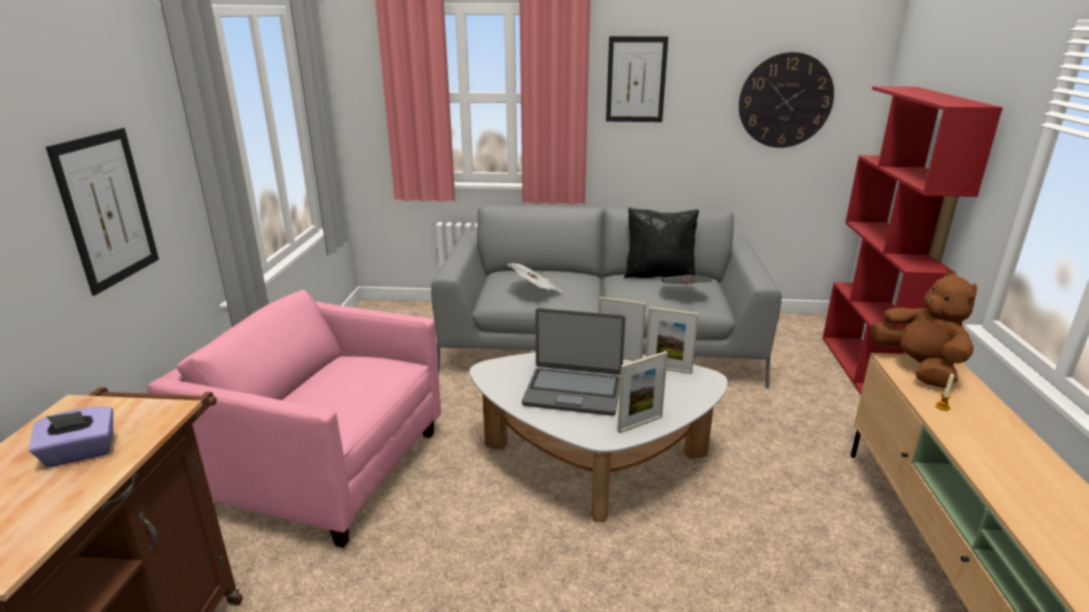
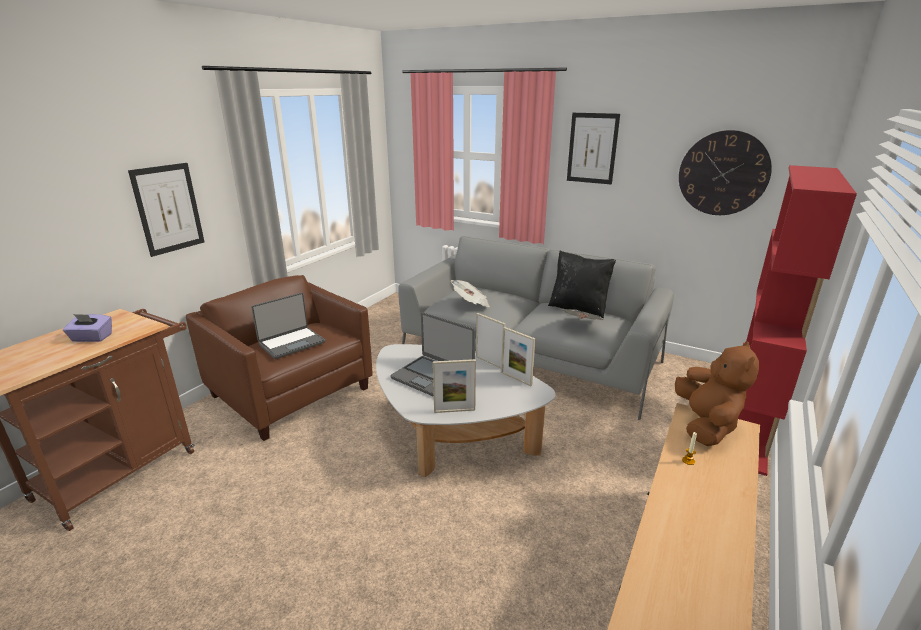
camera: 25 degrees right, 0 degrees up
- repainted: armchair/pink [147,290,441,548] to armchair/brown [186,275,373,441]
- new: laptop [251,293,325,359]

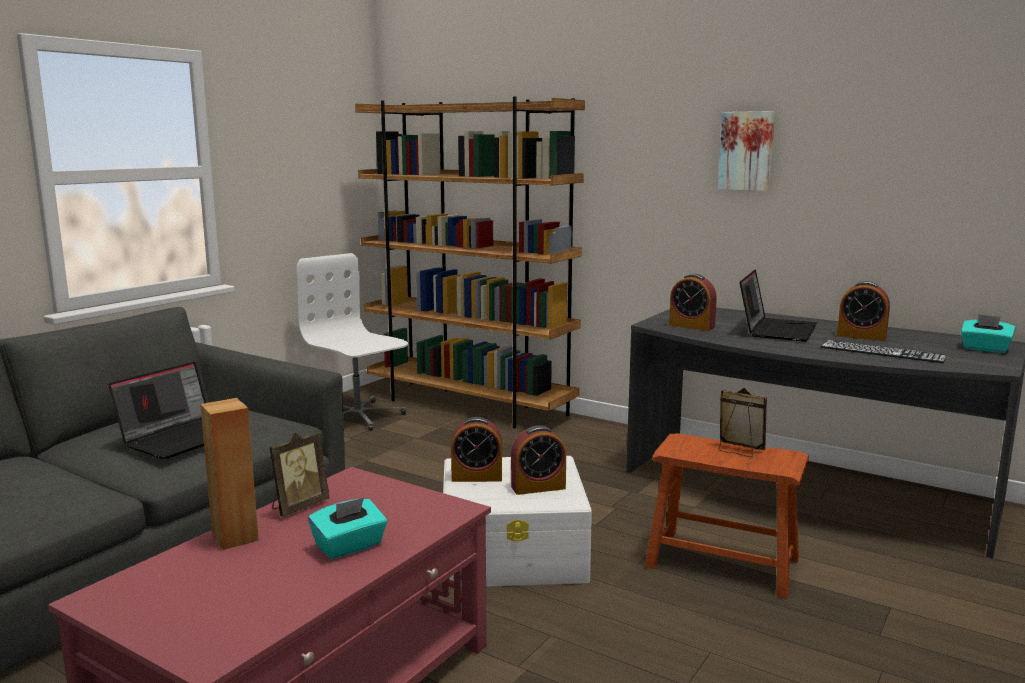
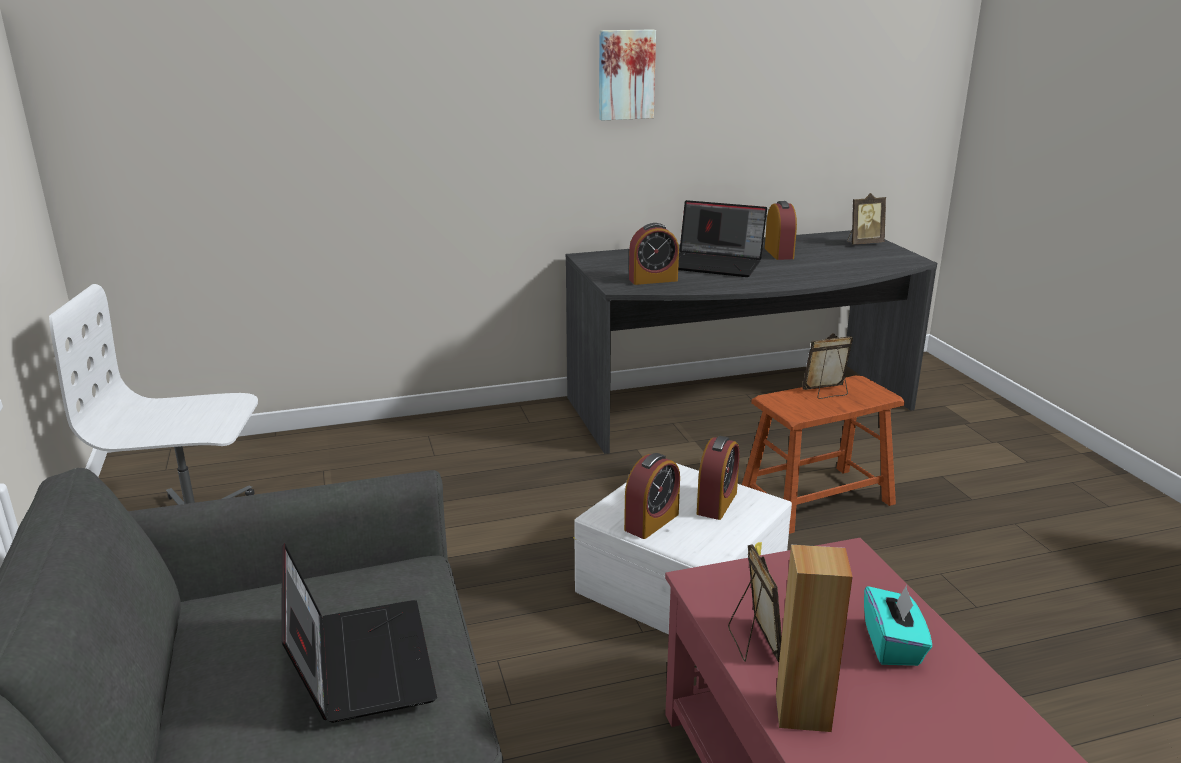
camera: 50 degrees left, 10 degrees up
- rotated: laptop [739,269,817,342] = [678,200,767,277] 135 degrees clockwise
- rotated: alarm clock [837,281,890,341] = [765,201,797,260] 75 degrees counterclockwise
- swapped: tissue box/turquoise [961,314,1016,353] to picture frame [847,193,886,245]
- gone: bookcase/brown [355,96,585,429]
- gone: keyboard [821,340,947,363]

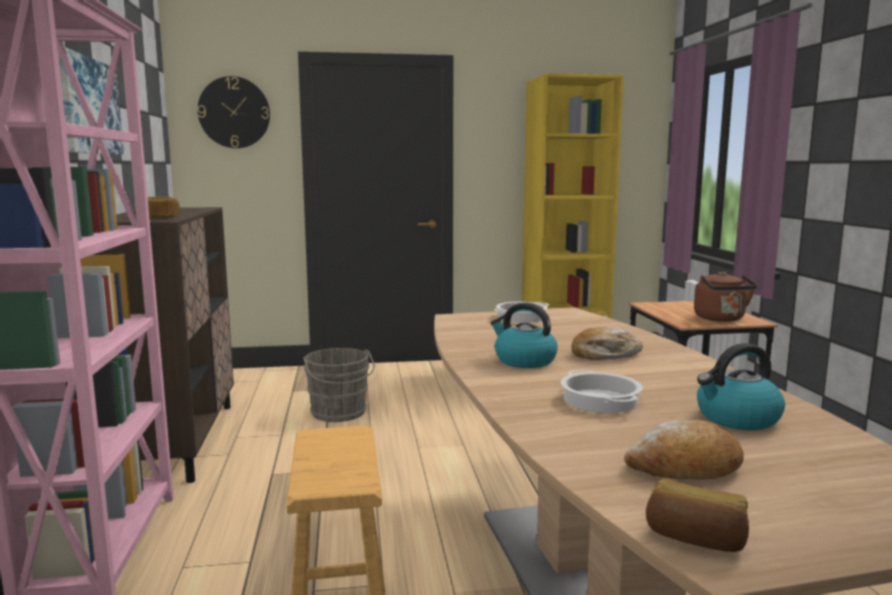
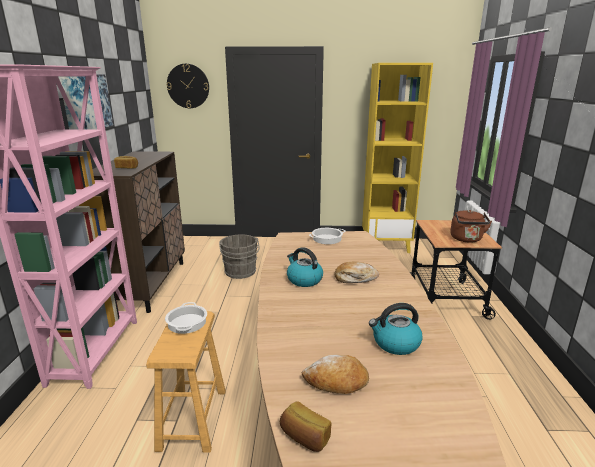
camera: 10 degrees right, 10 degrees up
- shifted: cooking pot [561,369,643,413] to [165,302,207,334]

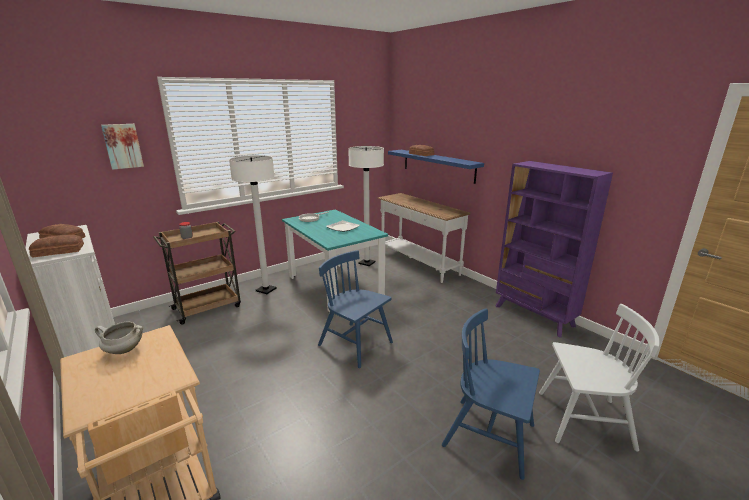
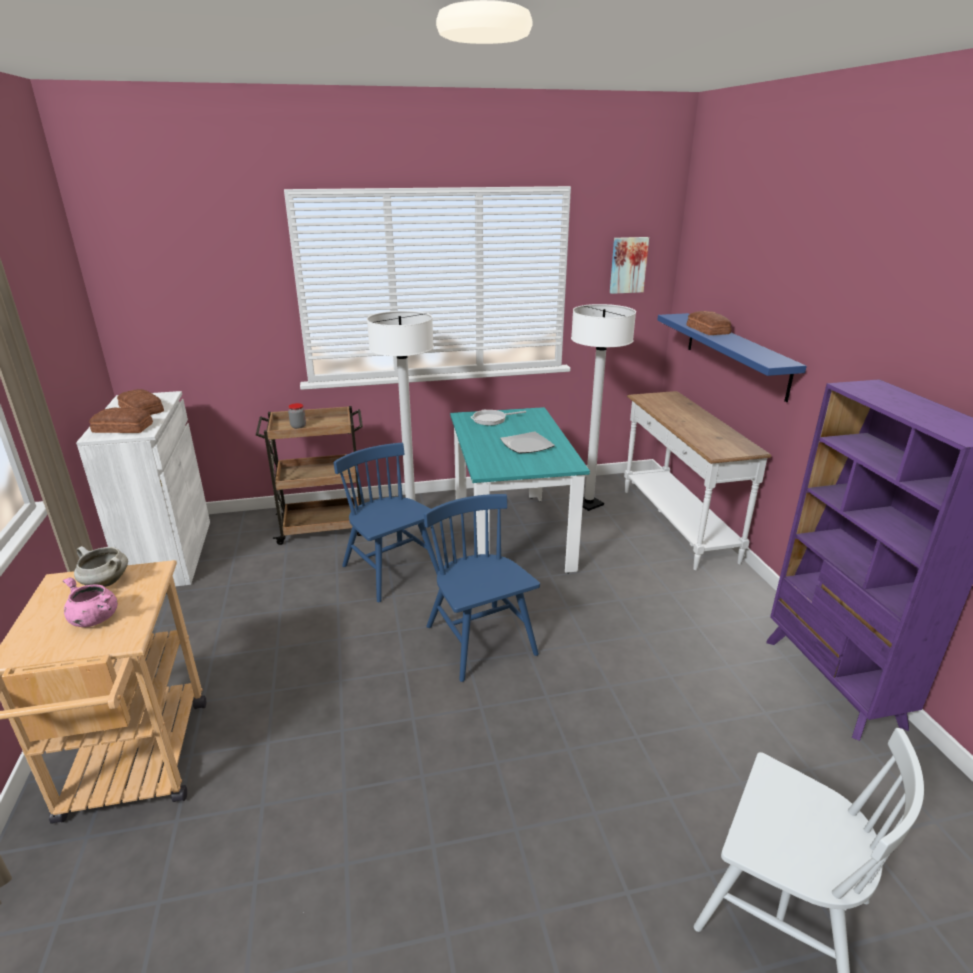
camera: 25 degrees right, 5 degrees up
- new: cooking pot/pink [63,577,118,627]
- shifted: chair/blue [442,308,540,480] to [334,443,439,602]
- shifted: picture [101,124,144,170] to [610,237,649,294]

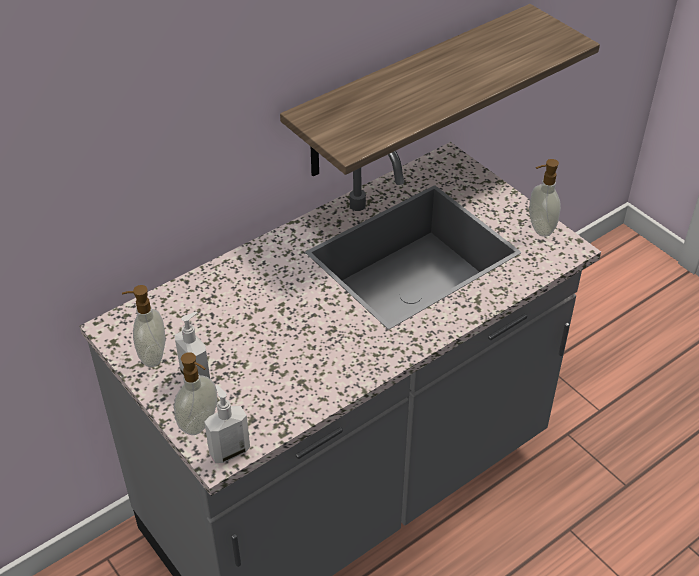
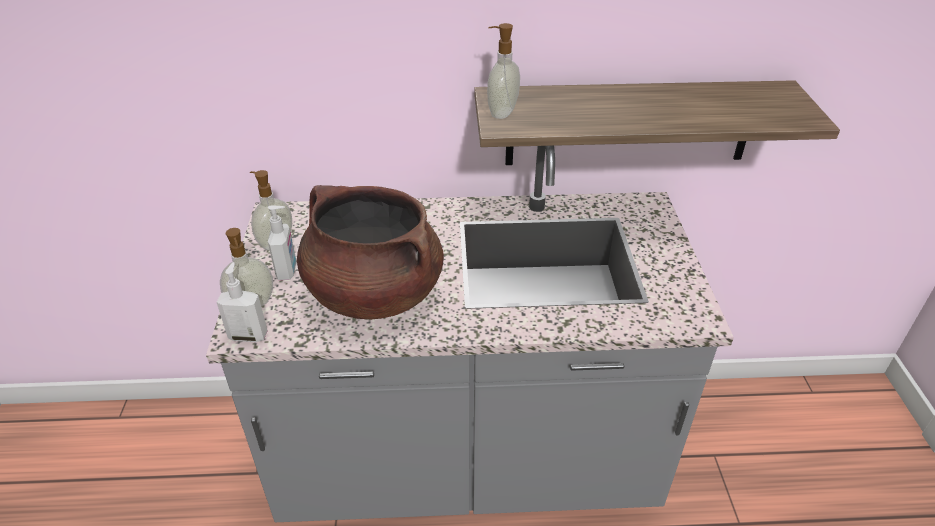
camera: 35 degrees right, 5 degrees down
- new: cooking pot/brown [297,185,444,320]
- shifted: soap dispenser [529,159,561,237] to [487,23,520,119]

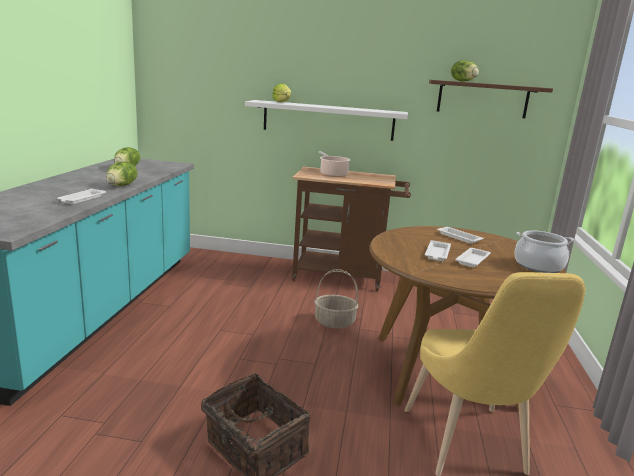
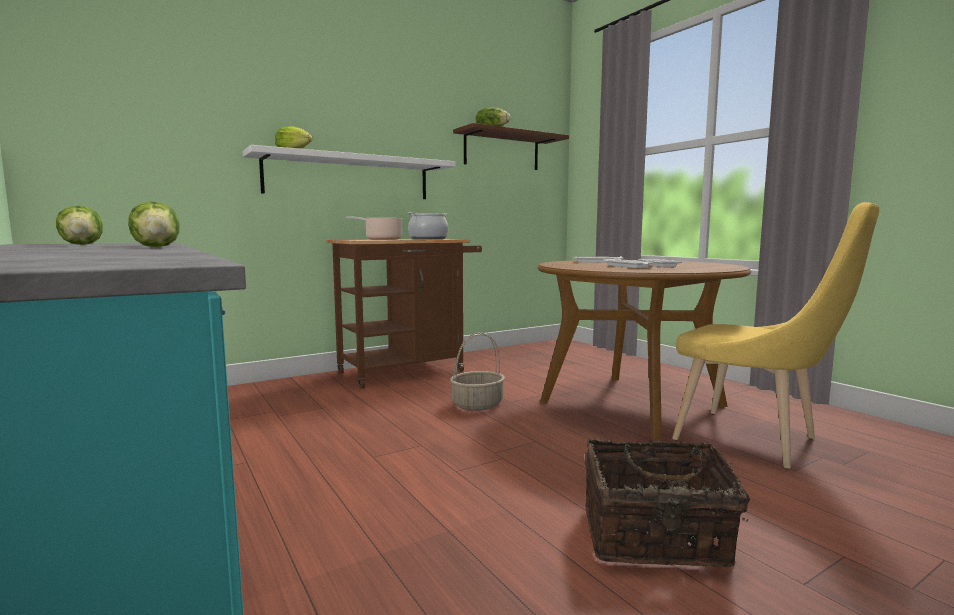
camera: 40 degrees left, 10 degrees down
- shifted: cooking pot [514,231,574,273] to [408,212,448,239]
- gone: tray/white [57,189,106,204]

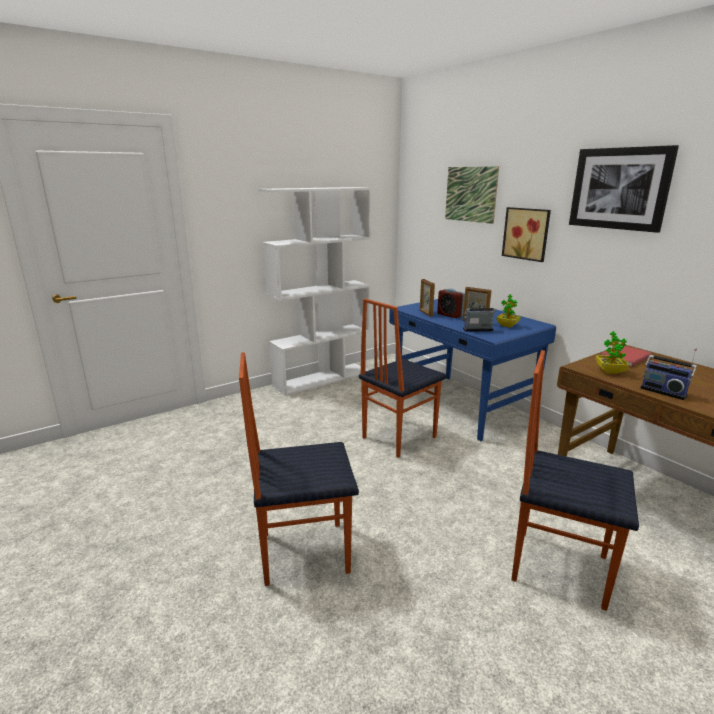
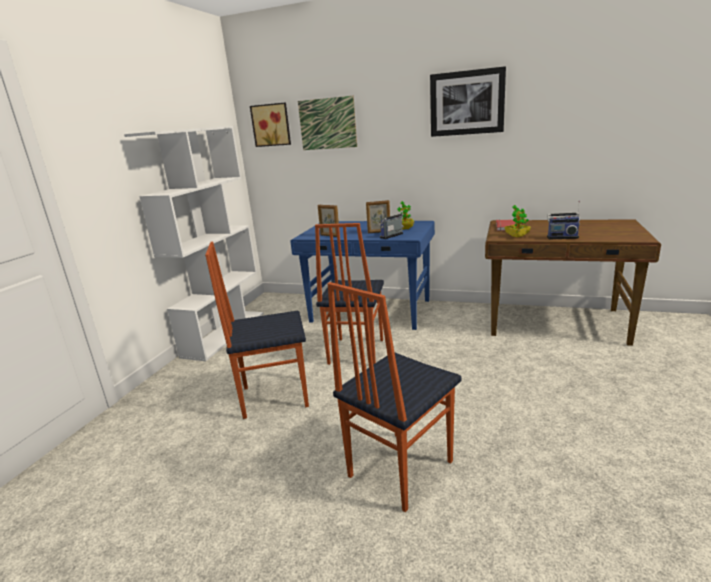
camera: 35 degrees left, 0 degrees up
- shifted: chair [511,350,639,611] to [205,241,309,419]
- shifted: picture [502,207,551,262] to [250,102,291,147]
- gone: alarm clock [437,289,465,318]

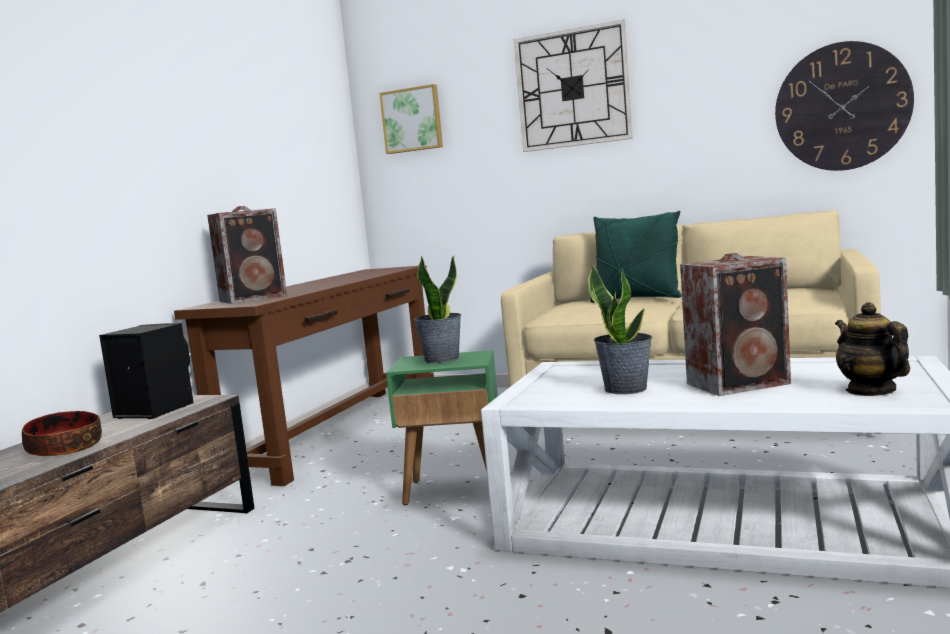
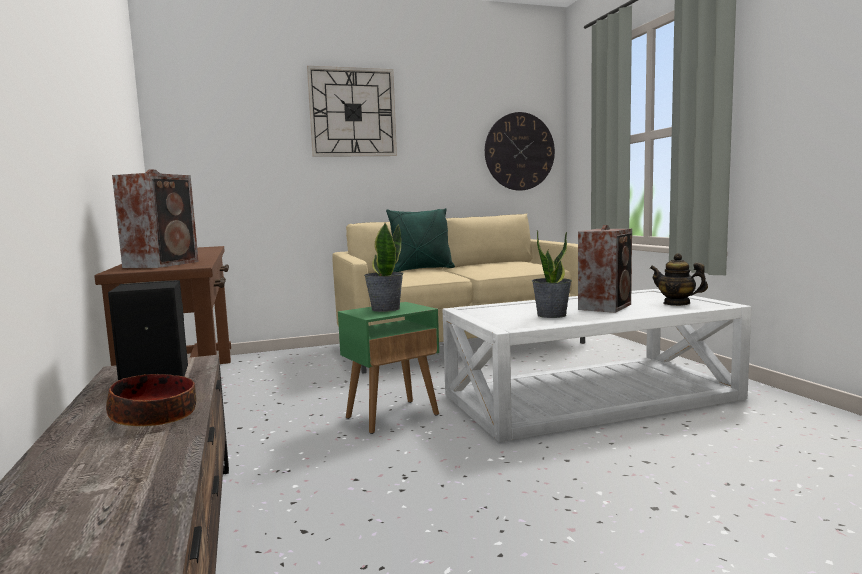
camera: 40 degrees left, 0 degrees up
- gone: picture [379,84,443,154]

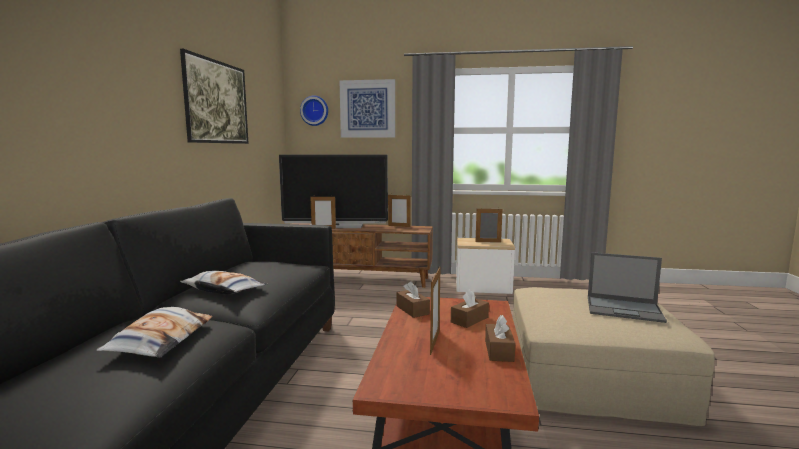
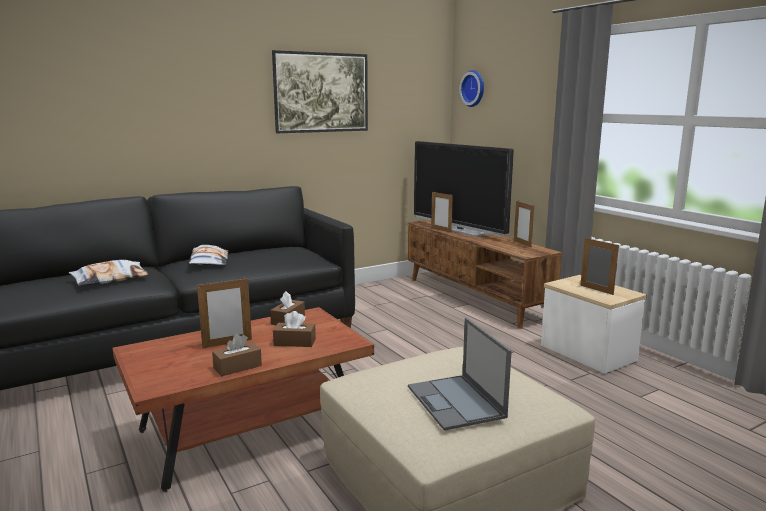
camera: 50 degrees right, 5 degrees up
- gone: picture [339,79,395,138]

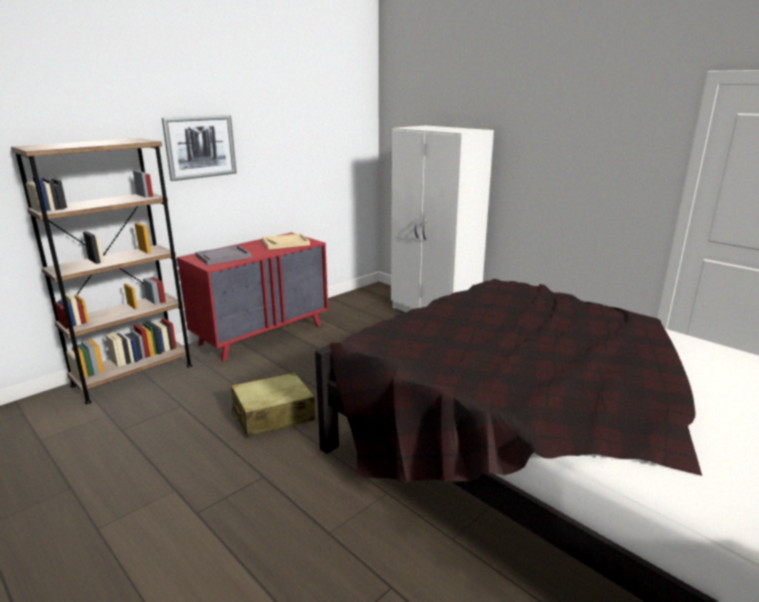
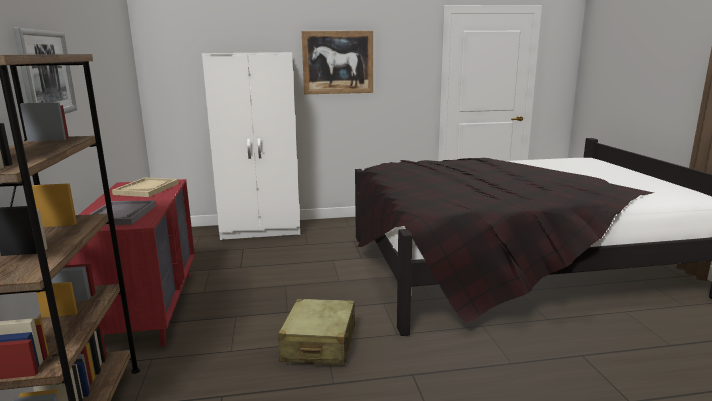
camera: 55 degrees left, 5 degrees down
- new: picture [302,31,373,94]

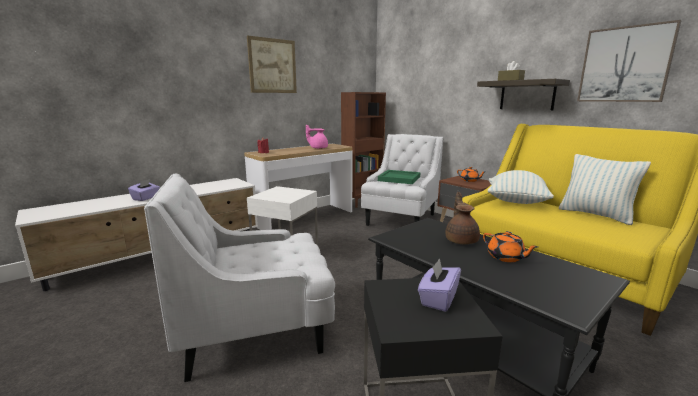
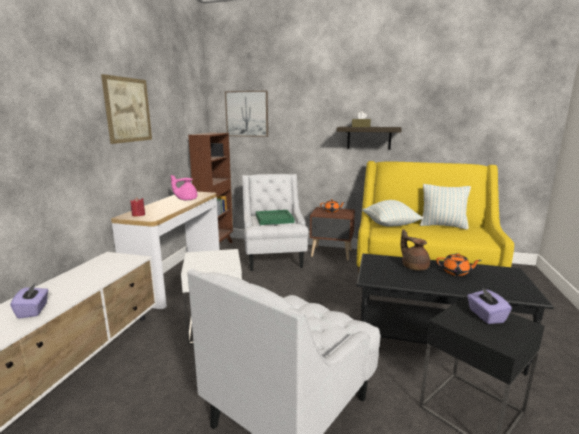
camera: 35 degrees left, 0 degrees up
- shifted: picture [577,20,681,102] to [225,91,268,137]

